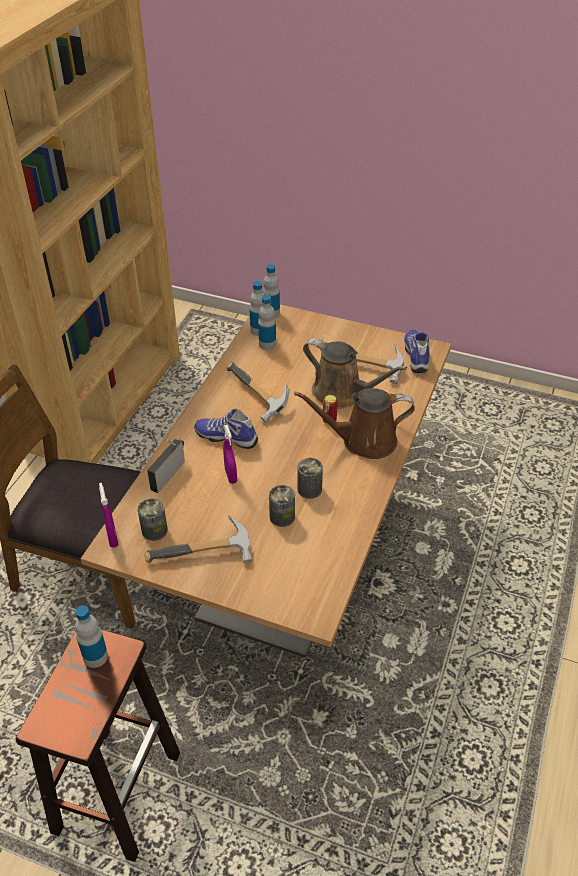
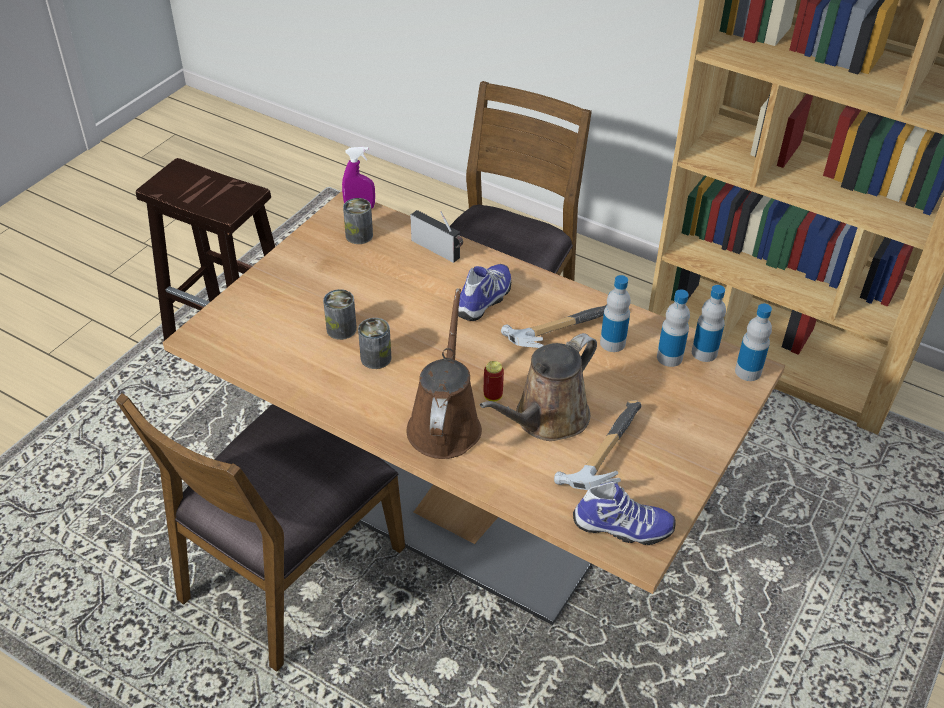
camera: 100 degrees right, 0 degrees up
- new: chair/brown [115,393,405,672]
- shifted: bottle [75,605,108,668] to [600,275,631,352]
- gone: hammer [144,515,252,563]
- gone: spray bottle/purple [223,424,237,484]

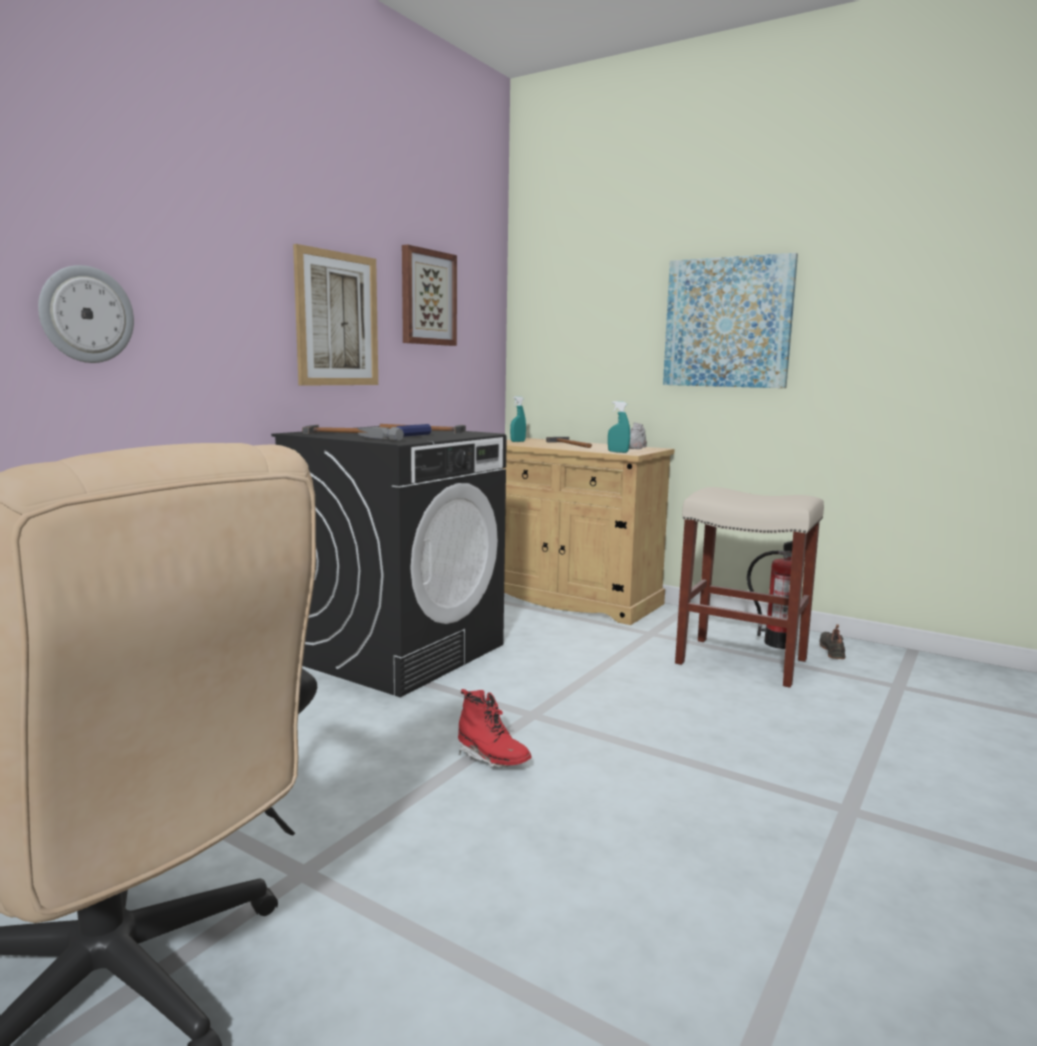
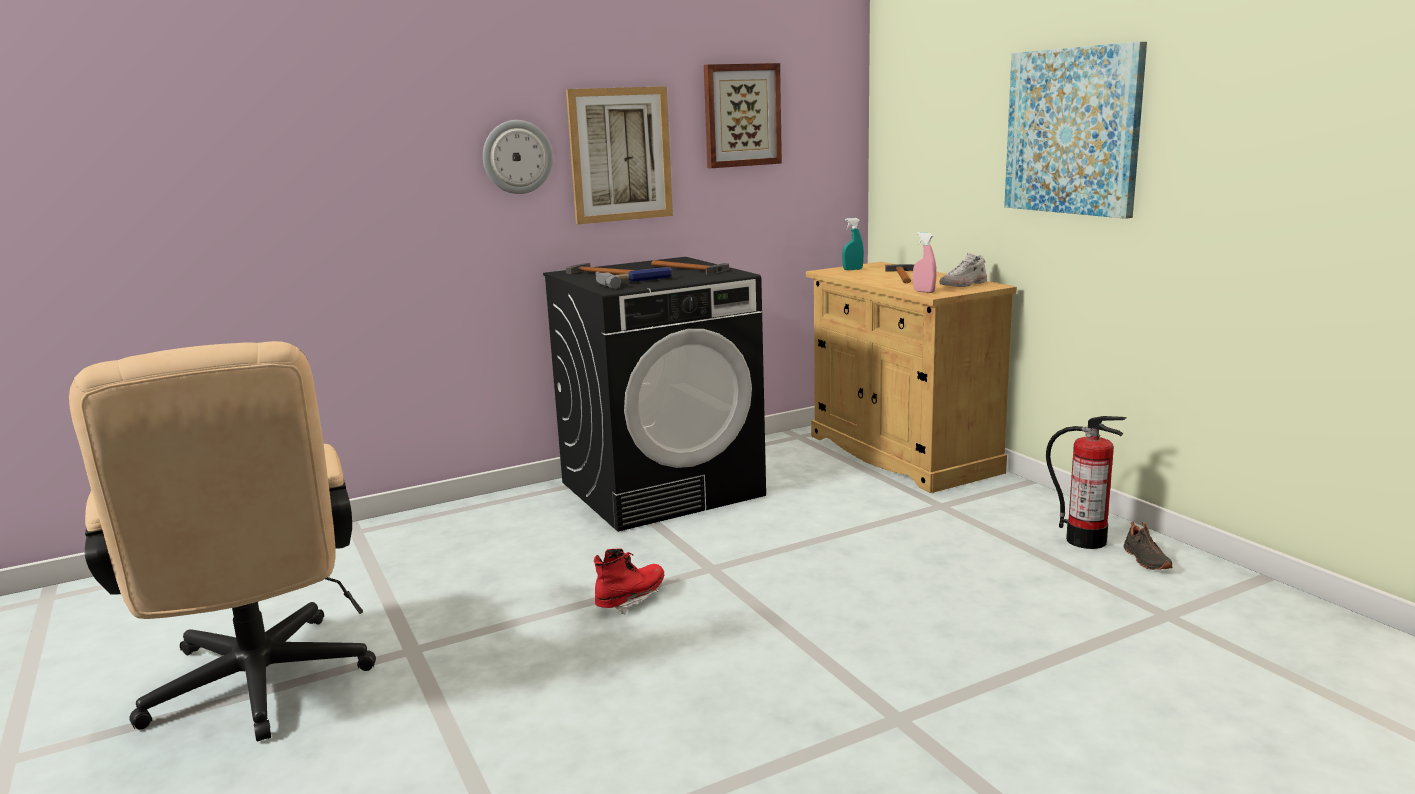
camera: 30 degrees right, 5 degrees up
- shifted: wall clock [38,265,134,363] to [483,120,553,194]
- rotated: boot/red [458,689,531,767] = [594,549,664,614] 120 degrees counterclockwise
- repainted: spray bottle/turquoise [608,401,630,453] to spray bottle/pink [913,232,937,293]
- rotated: shoe/black [820,624,846,659] = [1124,522,1172,570] 135 degrees clockwise
- gone: stool/beige [675,487,824,688]

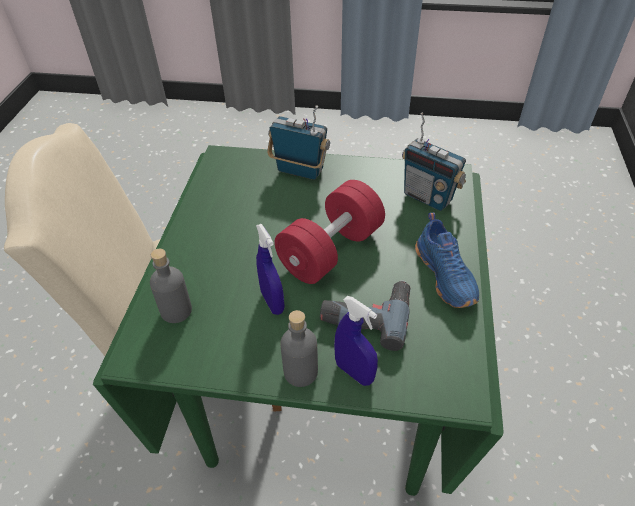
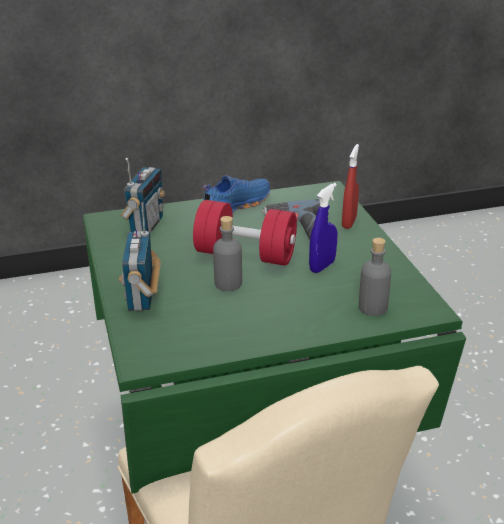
camera: 115 degrees left, 15 degrees down
- shifted: bottle/grey [280,310,318,387] to [213,216,242,291]
- repainted: spray bottle/blue [334,296,378,386] to spray bottle/red [342,144,359,229]

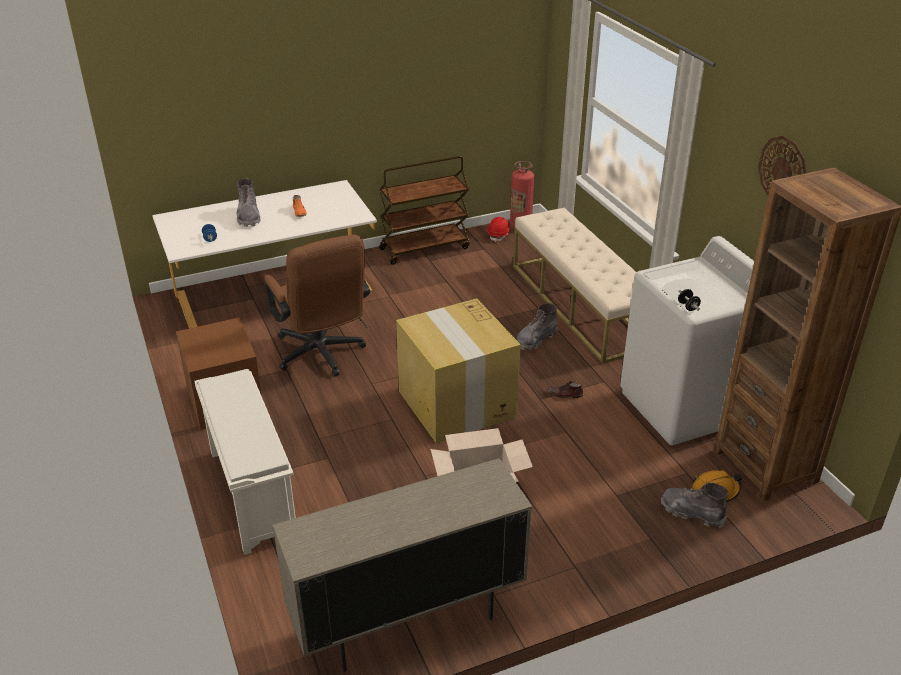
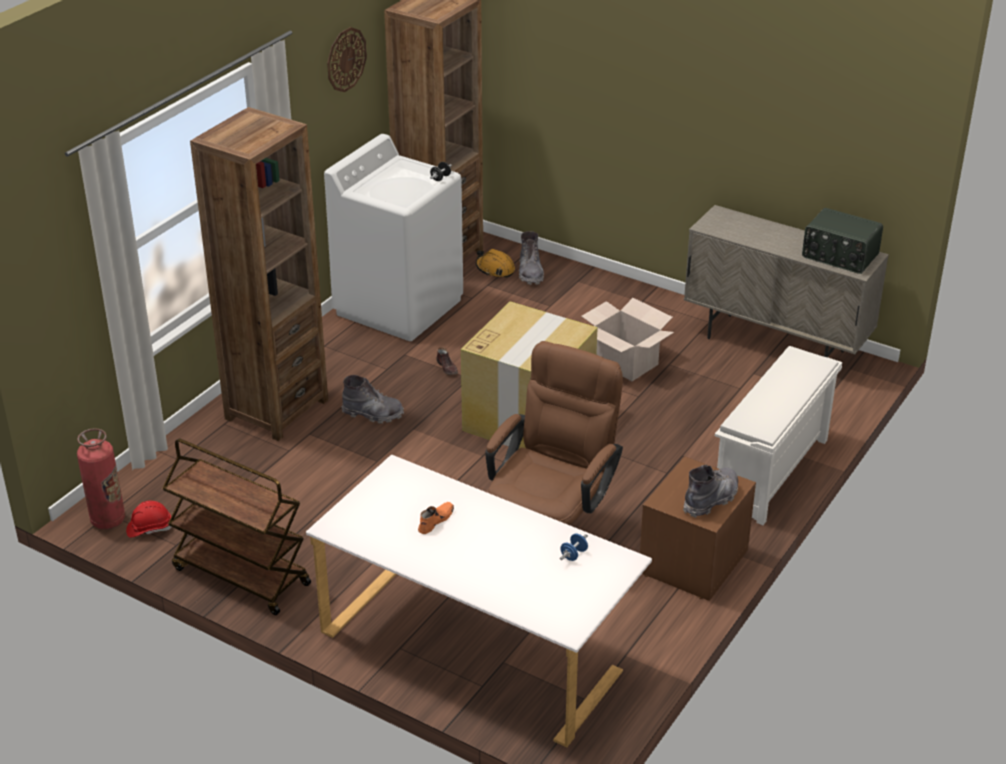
camera: 125 degrees left, 0 degrees up
- swapped: bench/beige [513,208,636,363] to bookcase/brown [190,107,328,441]
- shifted: boot/grey [237,178,260,227] to [683,465,738,518]
- new: radio [802,208,883,274]

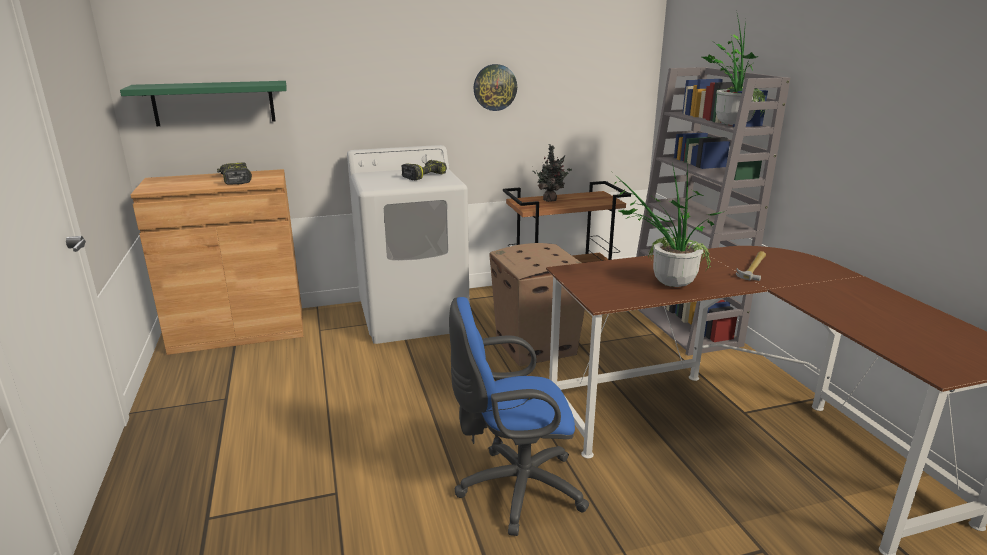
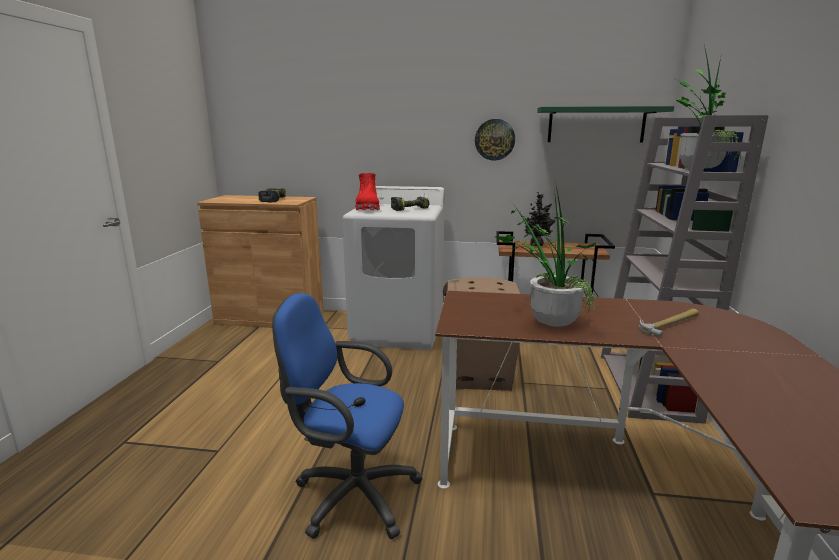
camera: 25 degrees right, 5 degrees down
- new: boot/red [355,173,380,210]
- shifted: shelf/green [120,81,286,126] to [537,106,674,143]

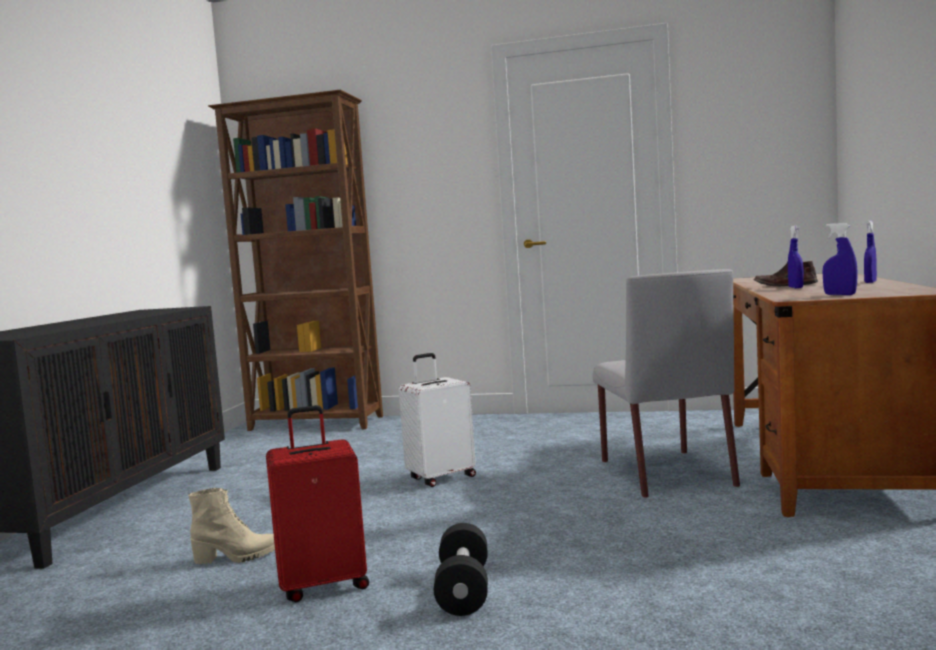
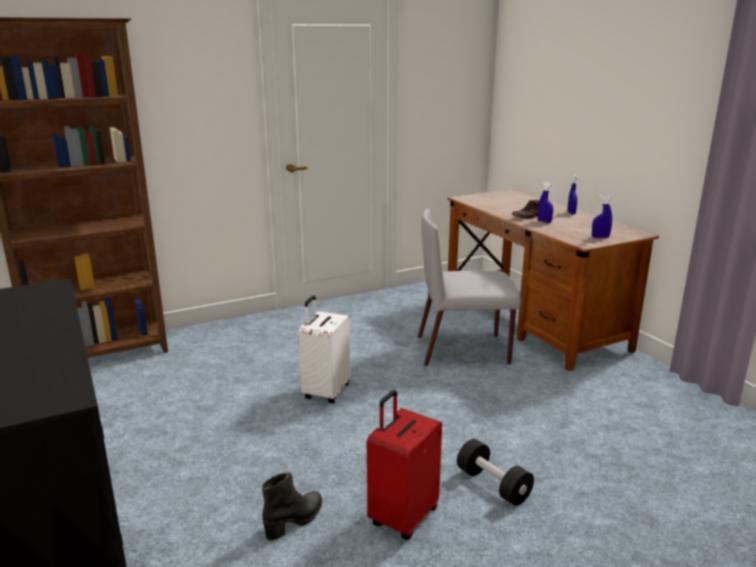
camera: 40 degrees left, 15 degrees up
- repainted: boot/beige [188,488,275,564] to boot/black [262,472,322,541]
- rotated: chair/grey [592,269,740,498] = [418,209,521,366] 135 degrees clockwise

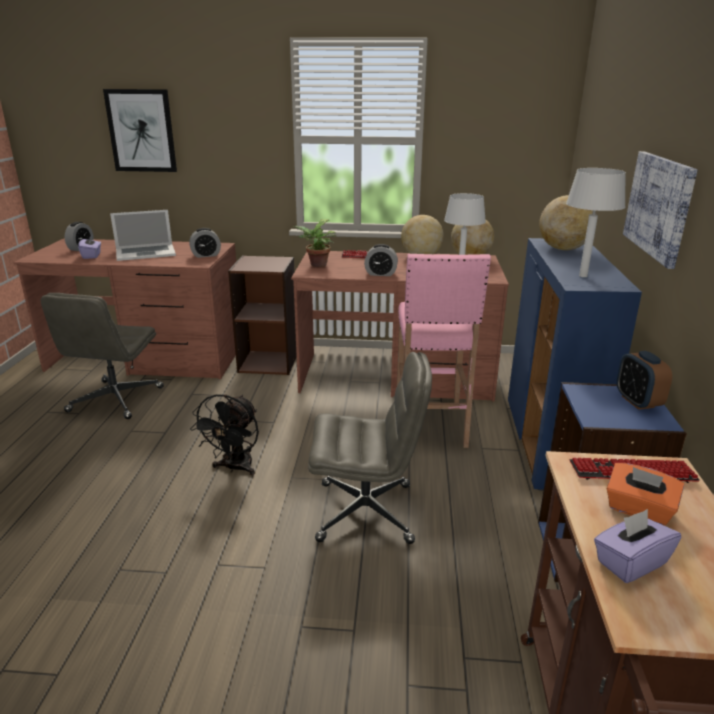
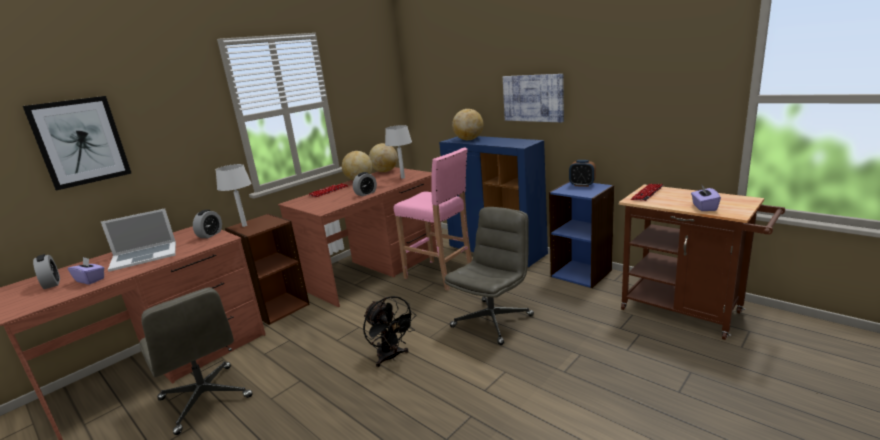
camera: 50 degrees left, 5 degrees down
- rotated: laptop [110,210,176,261] = [101,208,176,272] 45 degrees clockwise
- shifted: table lamp/grey [566,168,626,277] to [216,164,251,227]
- gone: potted plant [293,219,336,267]
- gone: tissue box/orange [607,463,684,526]

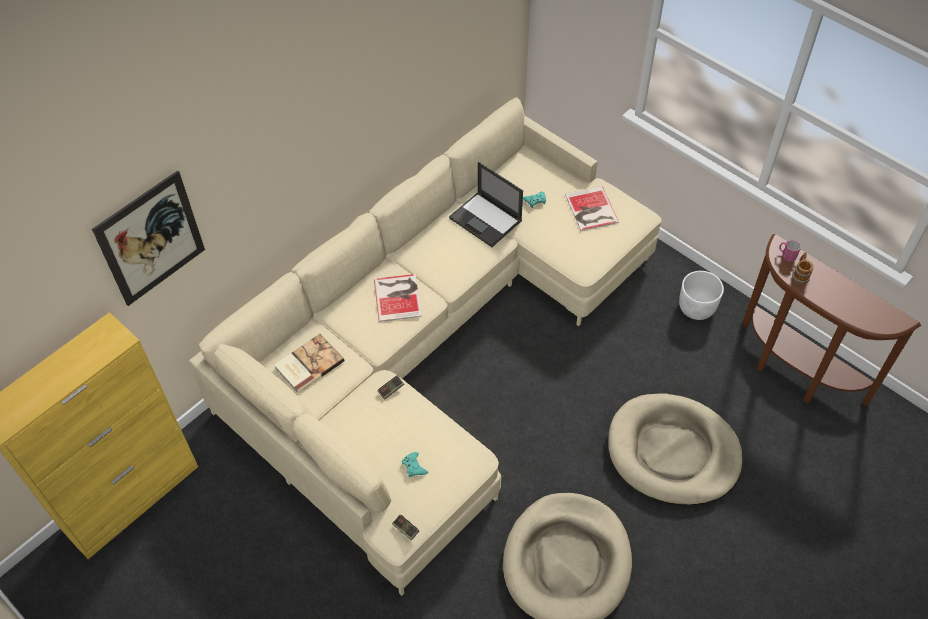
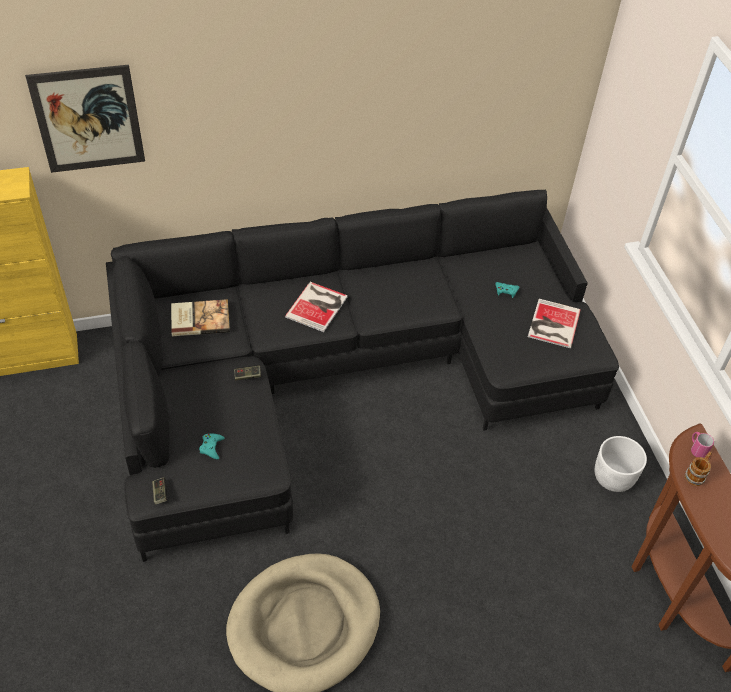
camera: 30 degrees right, 5 degrees down
- repainted: sofa/beige [189,97,662,596] to sofa/black [106,190,619,562]
- gone: laptop [449,162,523,247]
- gone: dog bed/beige [608,393,743,505]

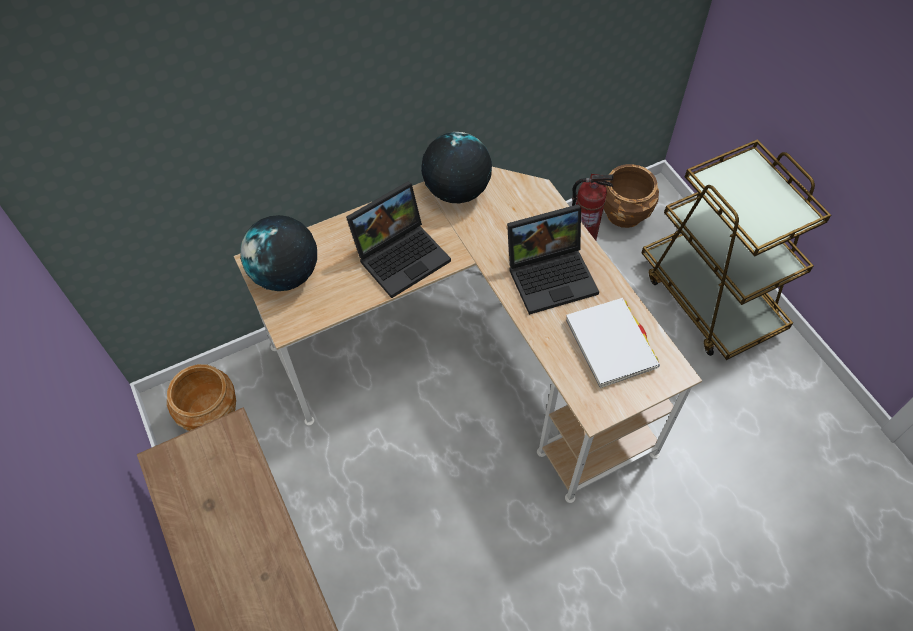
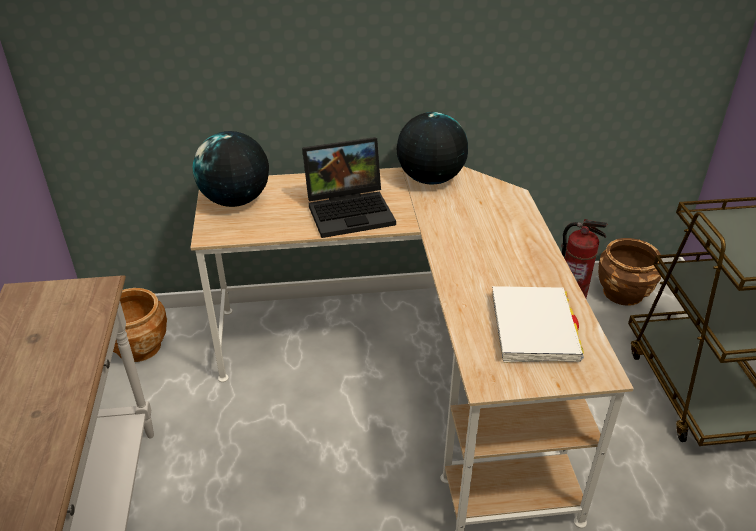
camera: 20 degrees right, 20 degrees down
- gone: laptop [507,204,599,315]

